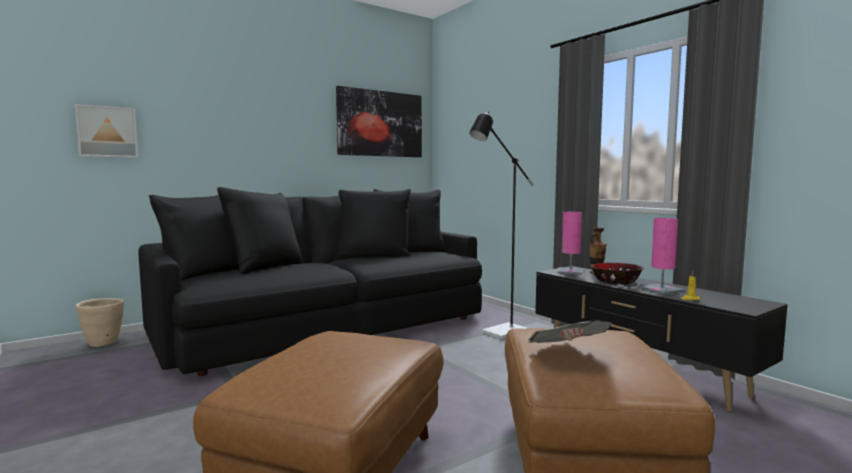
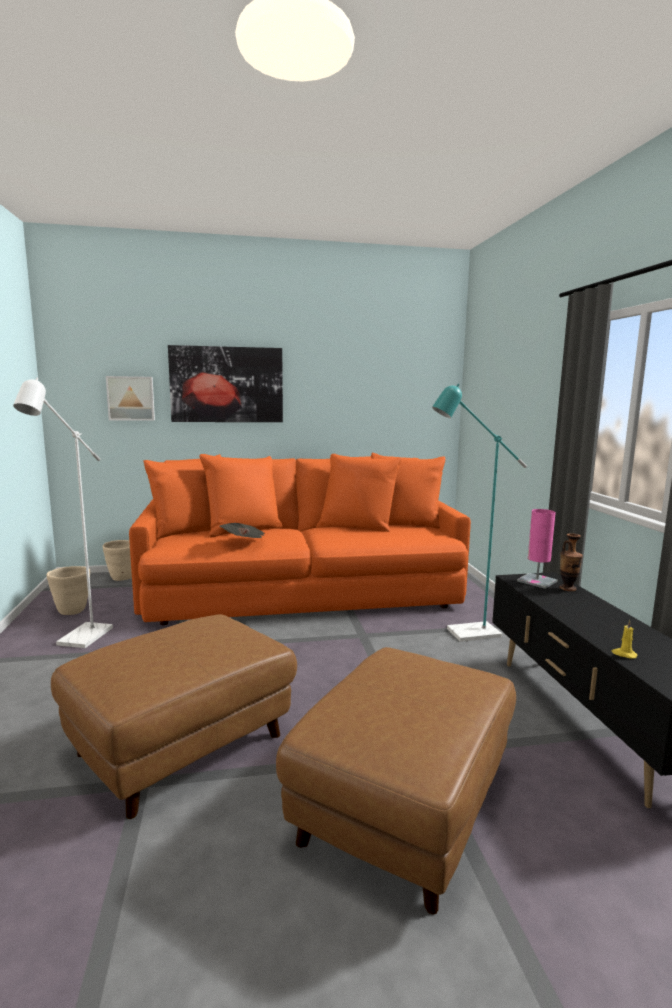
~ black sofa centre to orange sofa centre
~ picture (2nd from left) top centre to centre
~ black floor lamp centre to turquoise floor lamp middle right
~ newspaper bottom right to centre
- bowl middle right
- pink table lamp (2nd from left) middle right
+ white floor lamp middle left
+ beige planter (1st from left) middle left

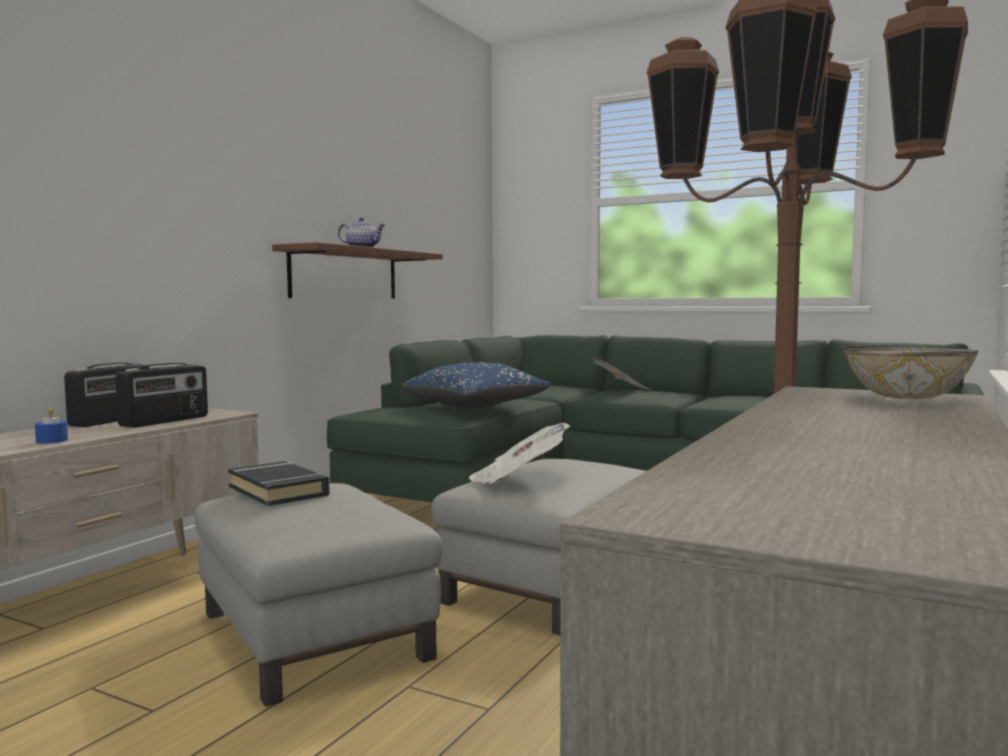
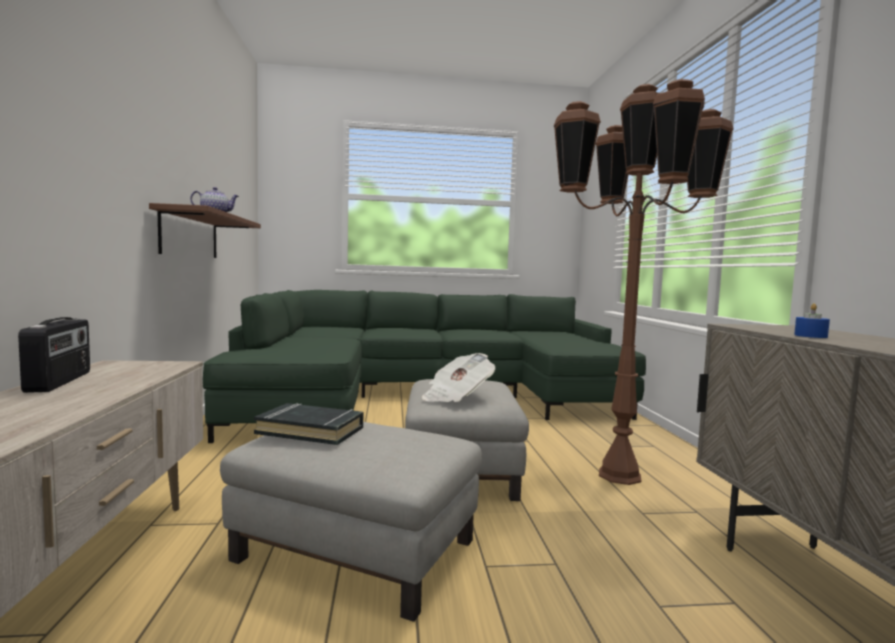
~ blue candle middle left to middle right
- radio (2nd from left) middle left
- blue pillow centre
- newspaper (2nd from left) centre
- bowl middle right

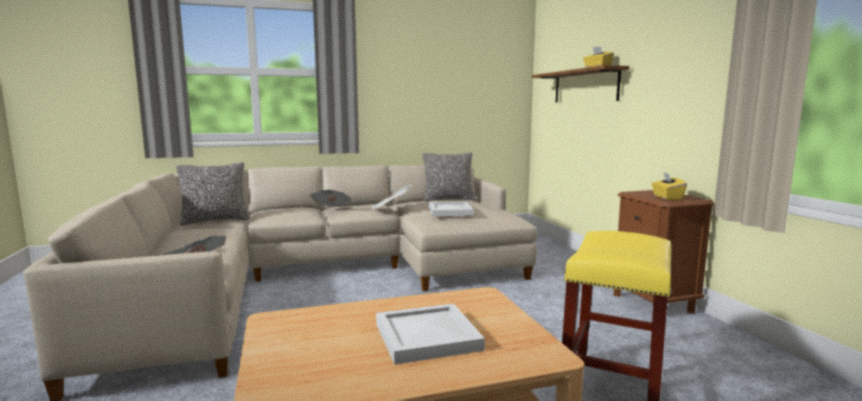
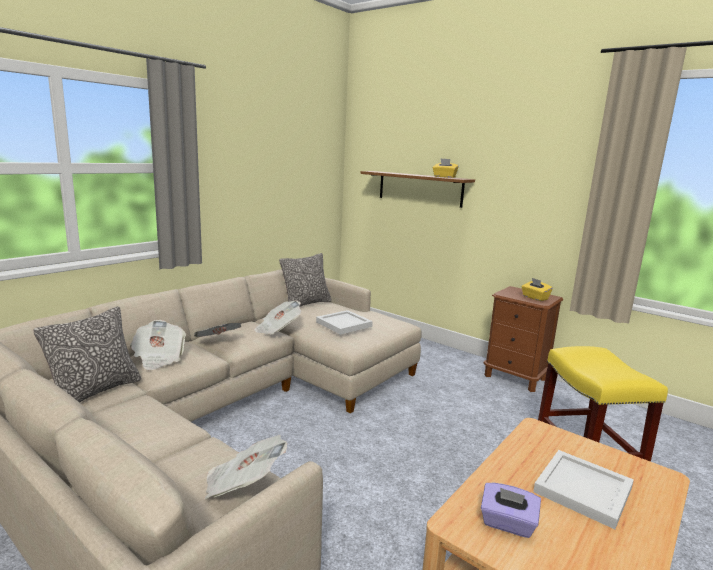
+ newspaper (1st from left) middle left
+ purple tissue box bottom right

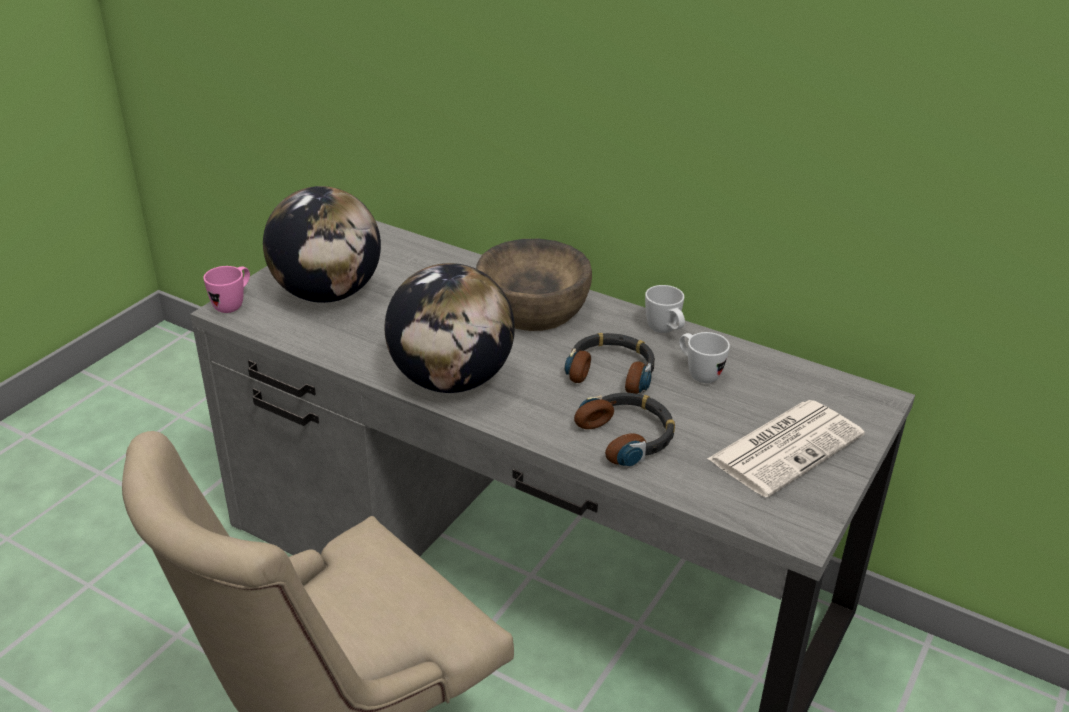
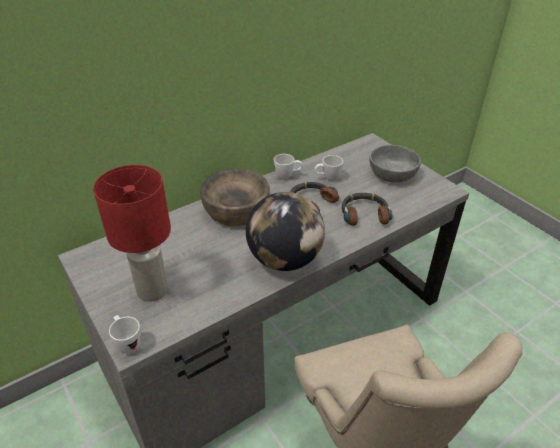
~ pink mug middle left to white mug (1st from left) bottom left
~ globe (1st from left) middle left to red table lamp middle left
~ newspaper middle right to grey bowl middle right

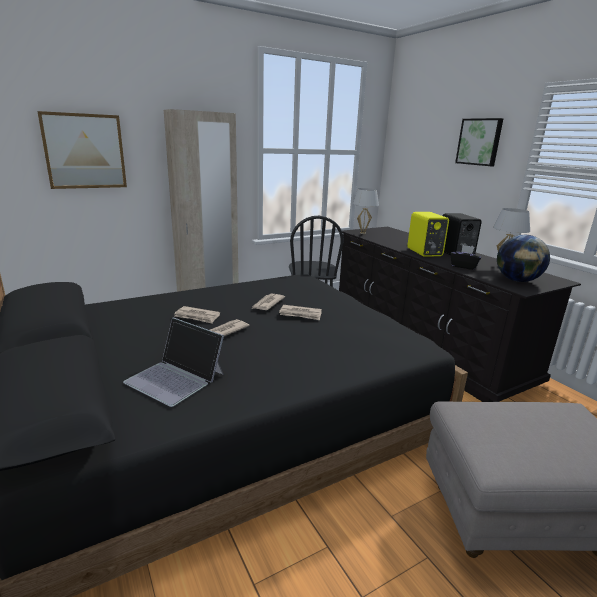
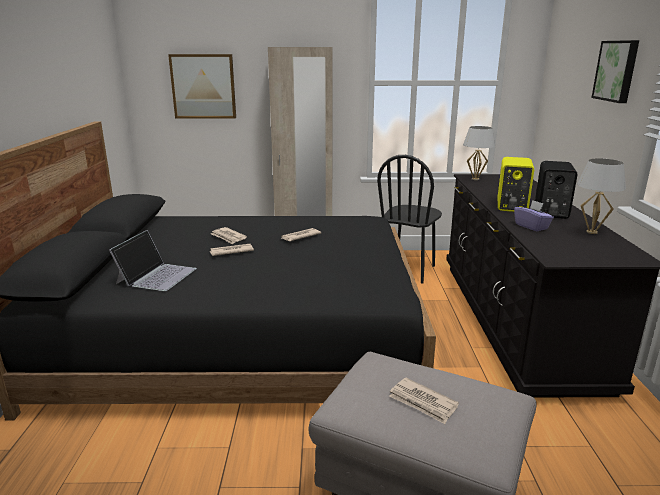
~ laptop middle left = middle left 135 degrees counterclockwise
~ newspaper (4th from left) centre to bottom centre
~ black tissue box middle right to purple tissue box middle right
- globe middle right

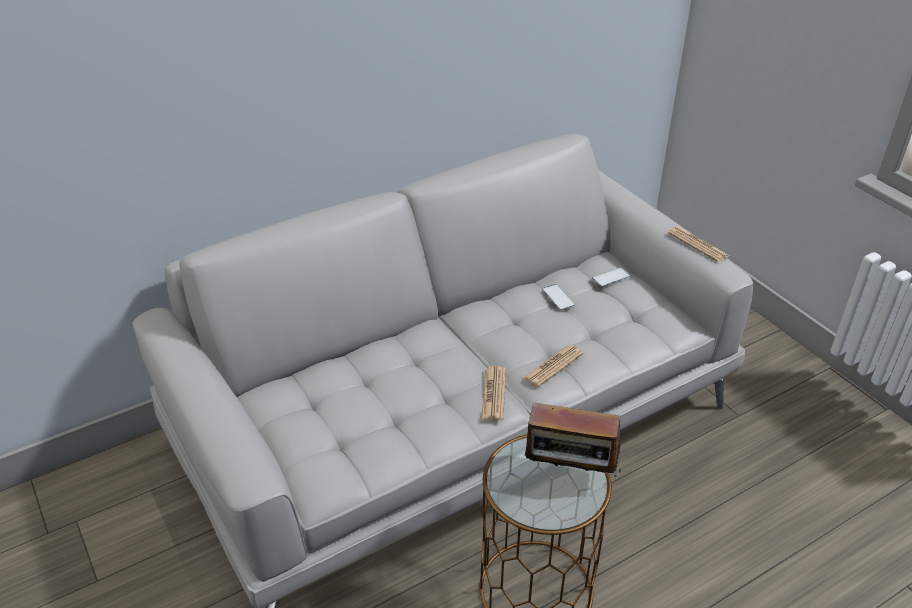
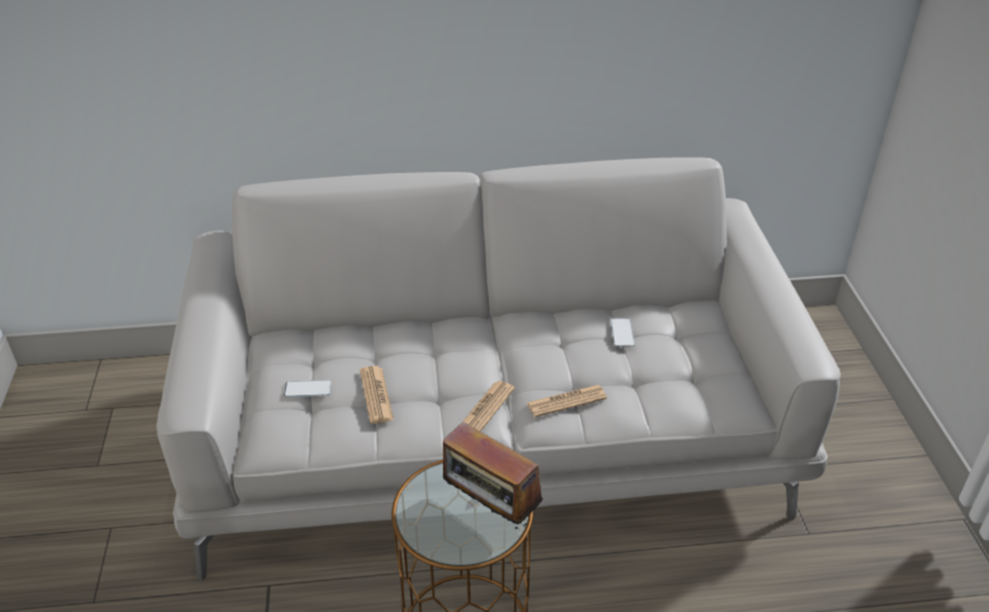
~ phone (2nd from left in the first image) middle right to phone (1st from left) middle left
~ newspaper (3rd from left in the first image) middle right to newspaper (1st from left) centre

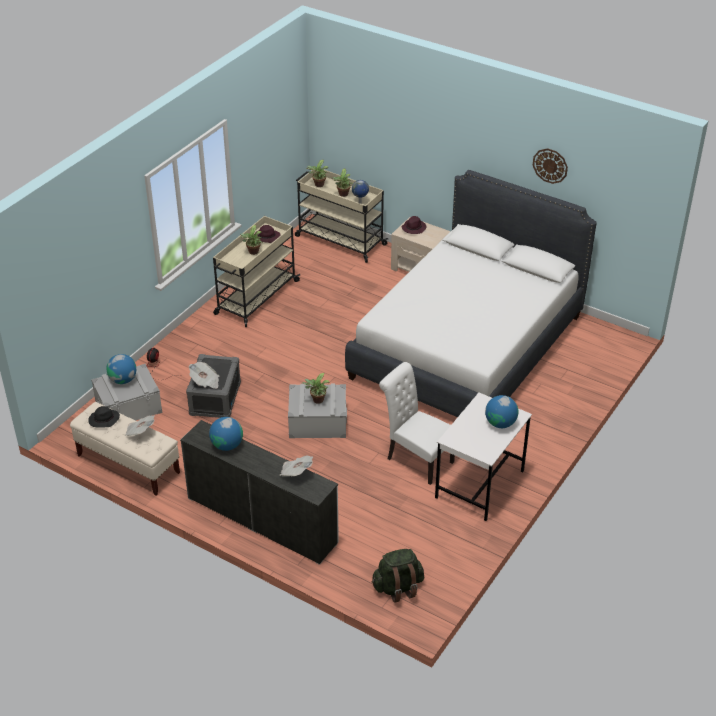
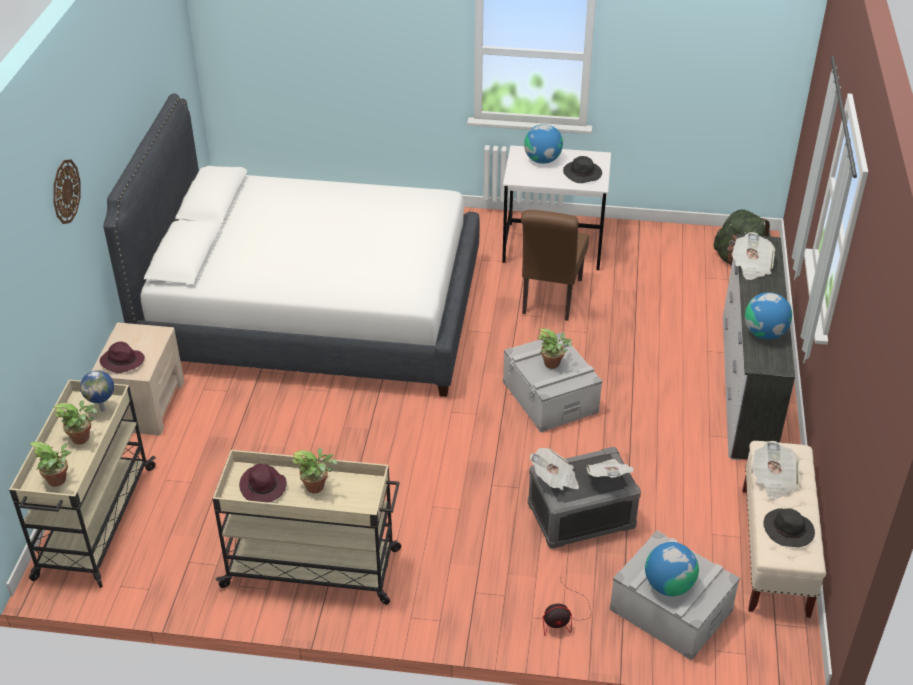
~ white chair centre to brown chair centre
~ wall clock top right to top left
+ newspaper (1st from left) bottom centre
+ black hat (1st from left) top centre

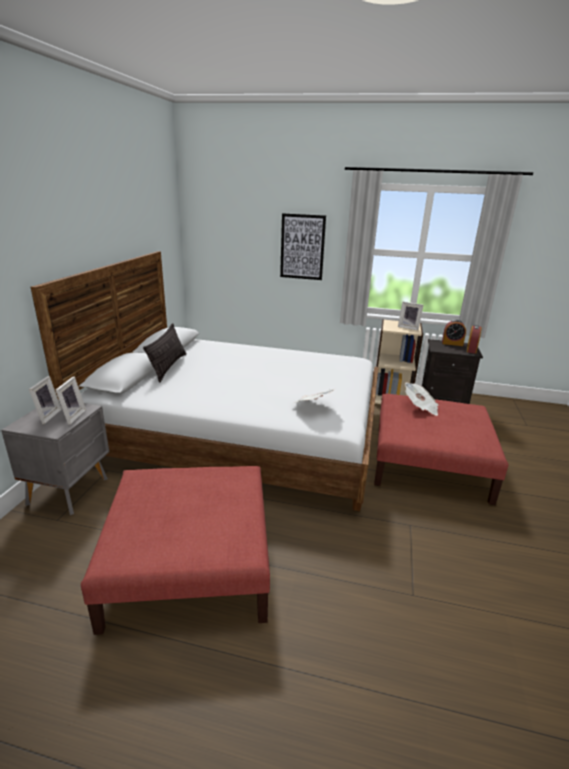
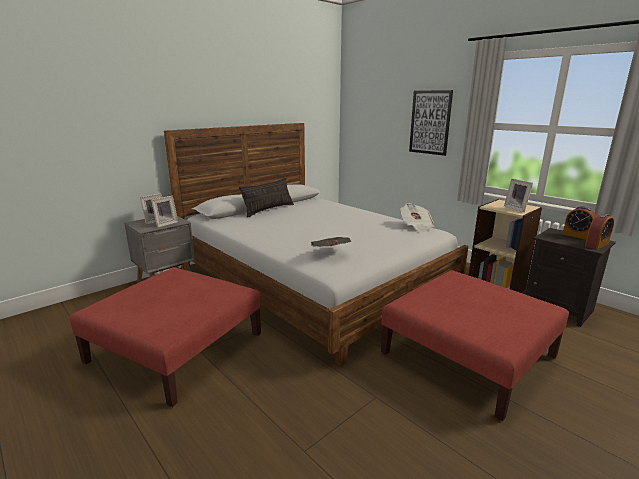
~ newspaper (2nd from left) middle right to centre

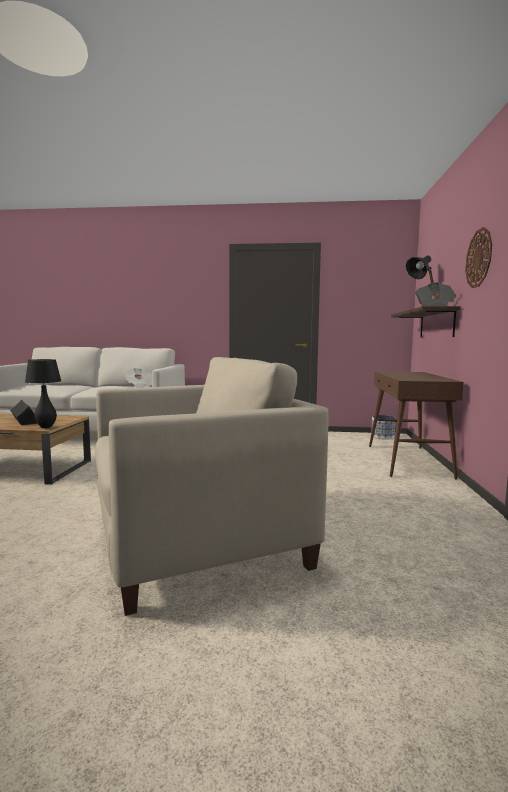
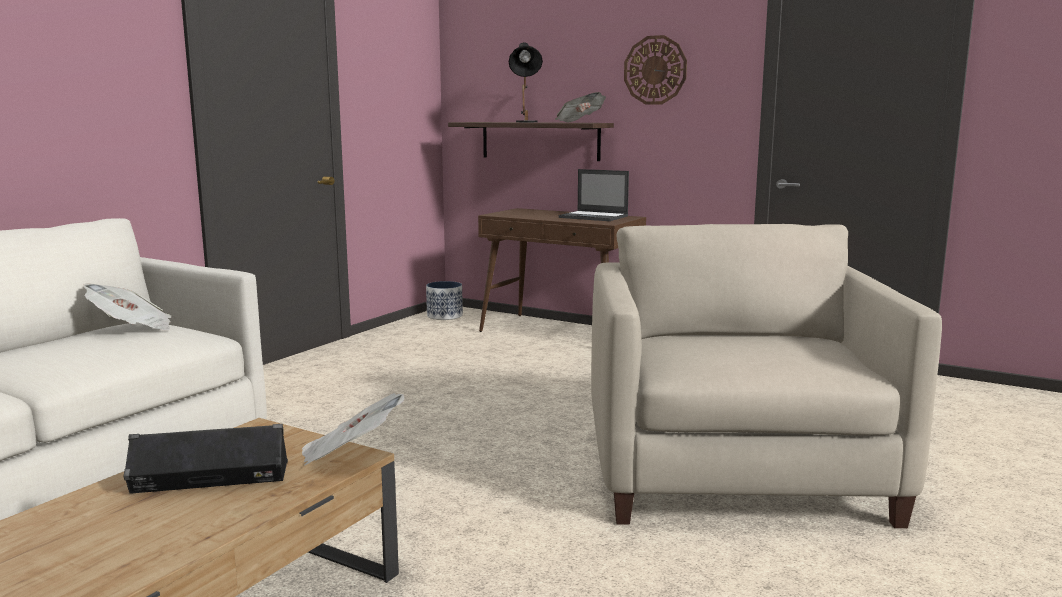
~ black table lamp (1st from left) middle left to newspaper (2nd from left) bottom left
+ laptop top centre

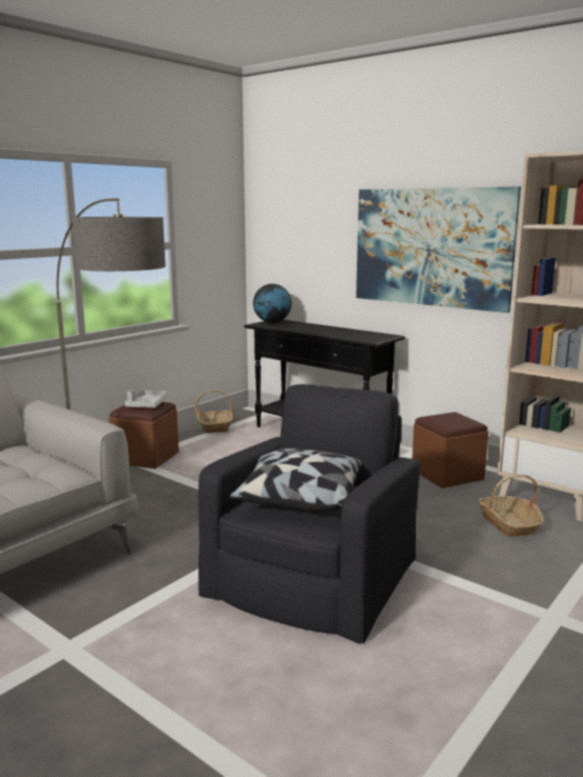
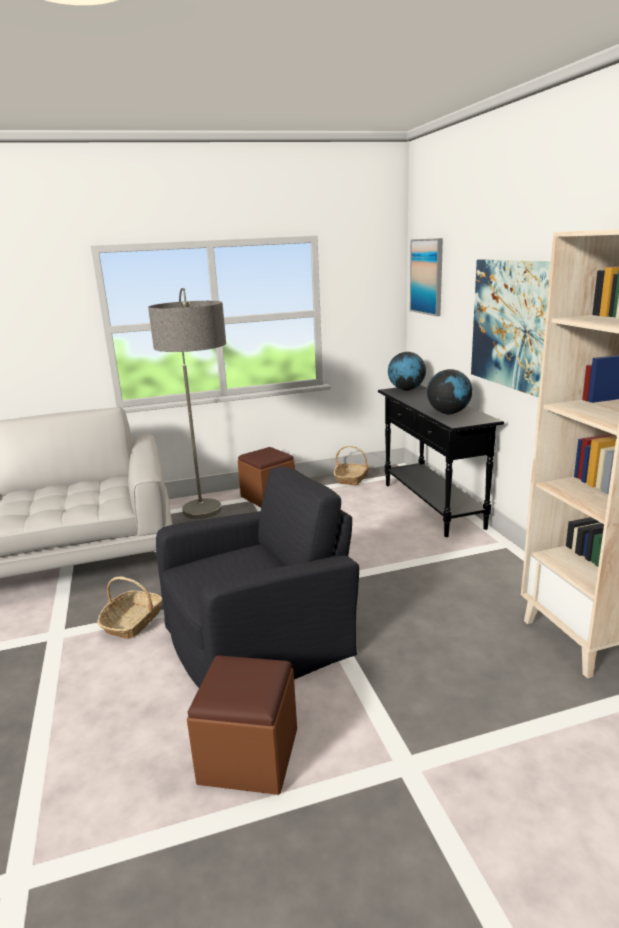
- grey tray middle left
- pillow centre
~ brown ottoman (2nd from left in the first image) middle right to brown ottoman (1st from left) bottom centre
~ basket (2nd from left in the first image) middle right to basket (1st from left) middle left
+ picture (1st from left) top right
+ globe (2nd from left) middle right

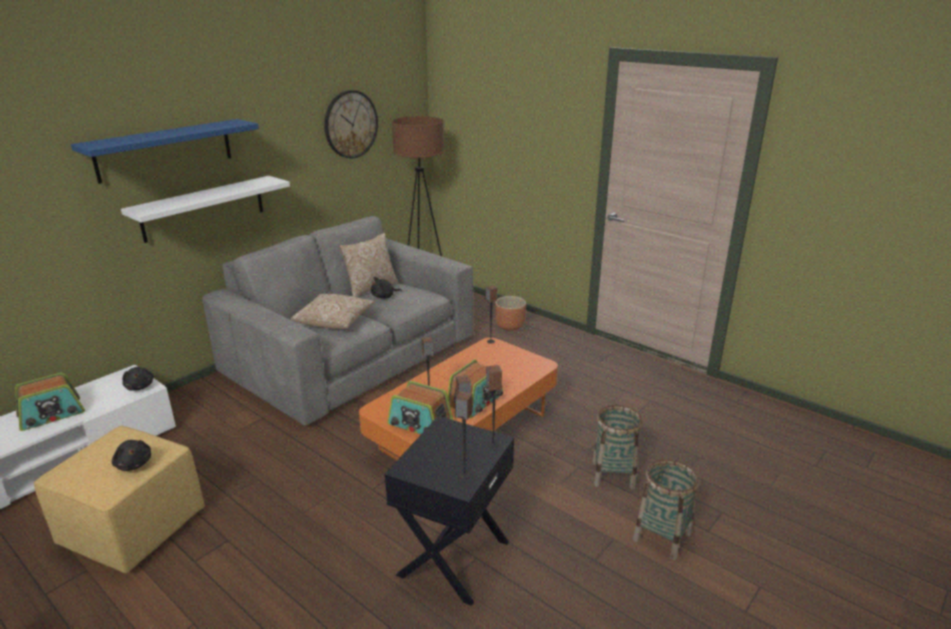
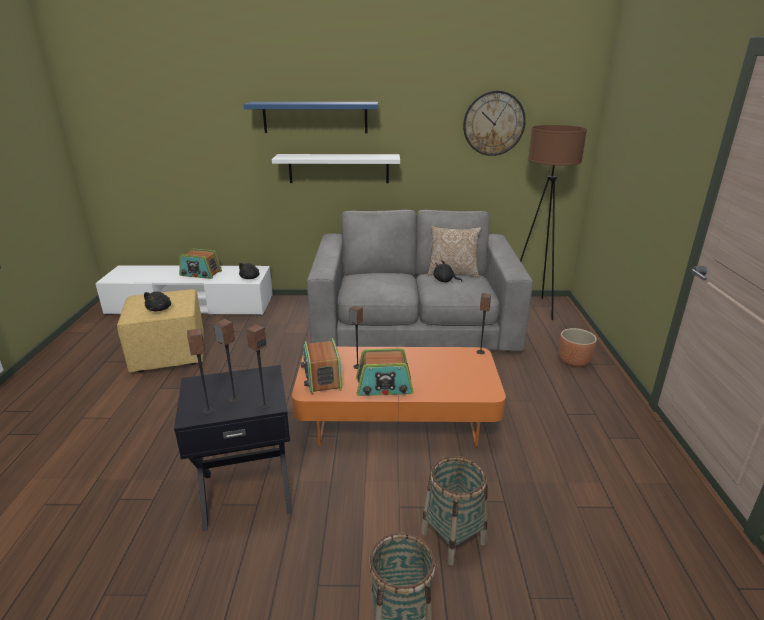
- pillow (1st from left) centre

